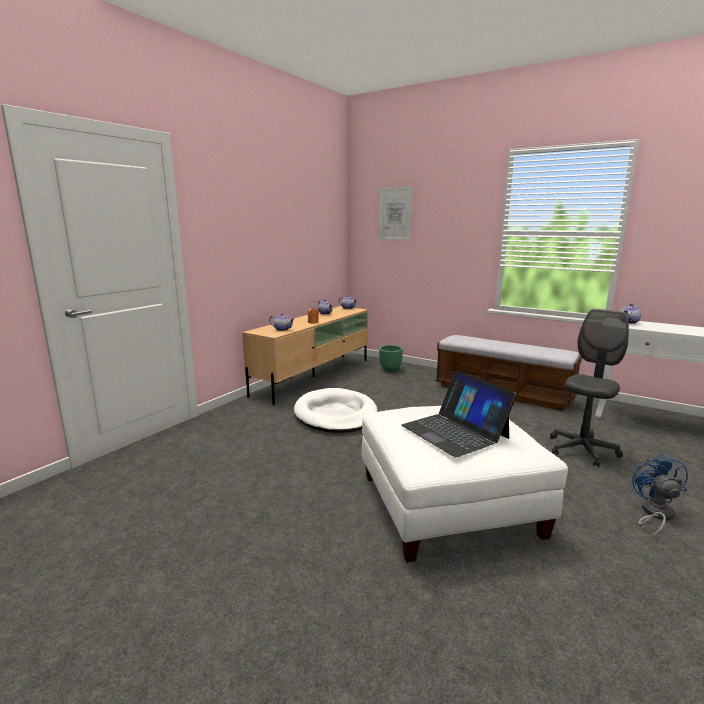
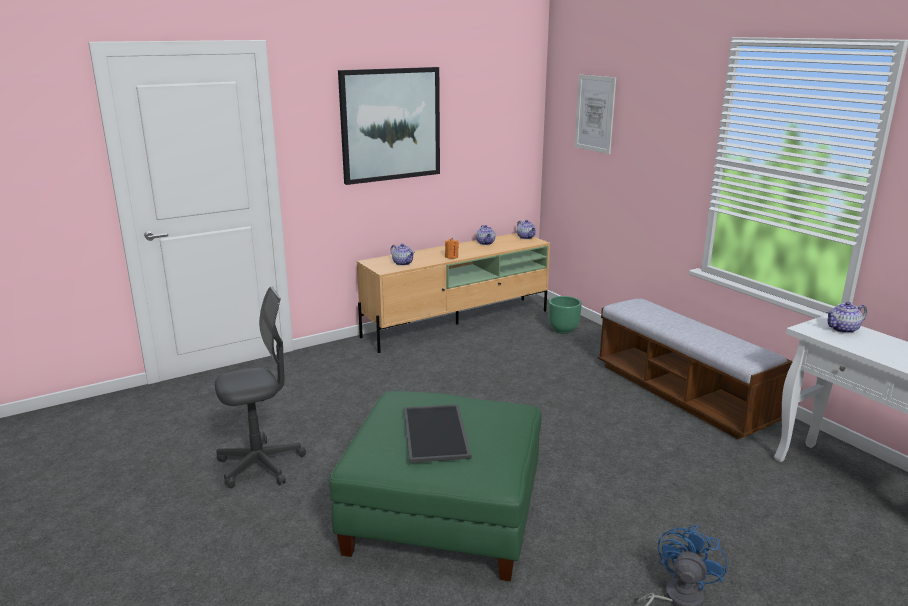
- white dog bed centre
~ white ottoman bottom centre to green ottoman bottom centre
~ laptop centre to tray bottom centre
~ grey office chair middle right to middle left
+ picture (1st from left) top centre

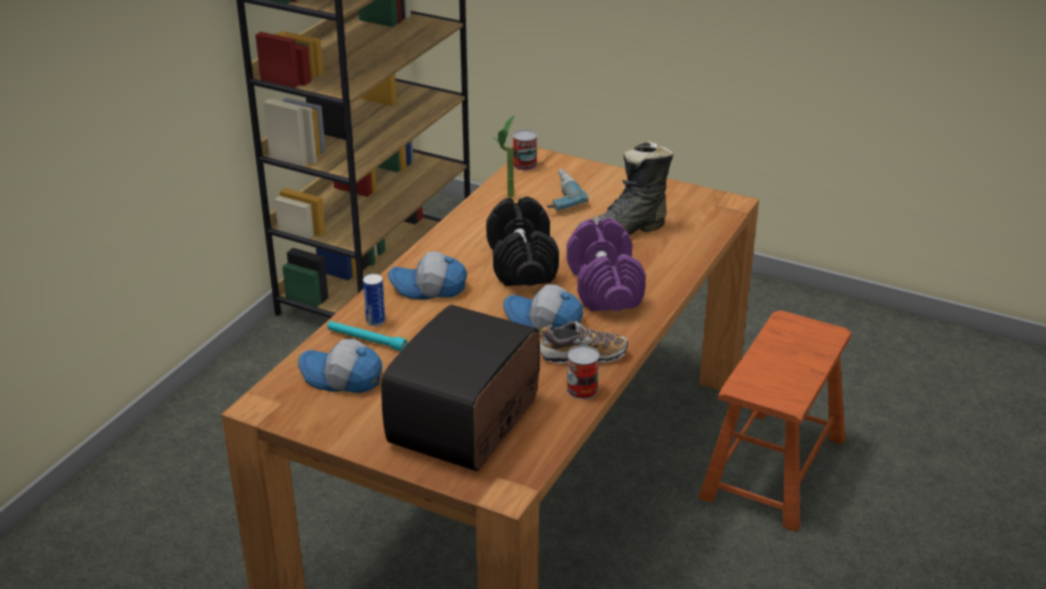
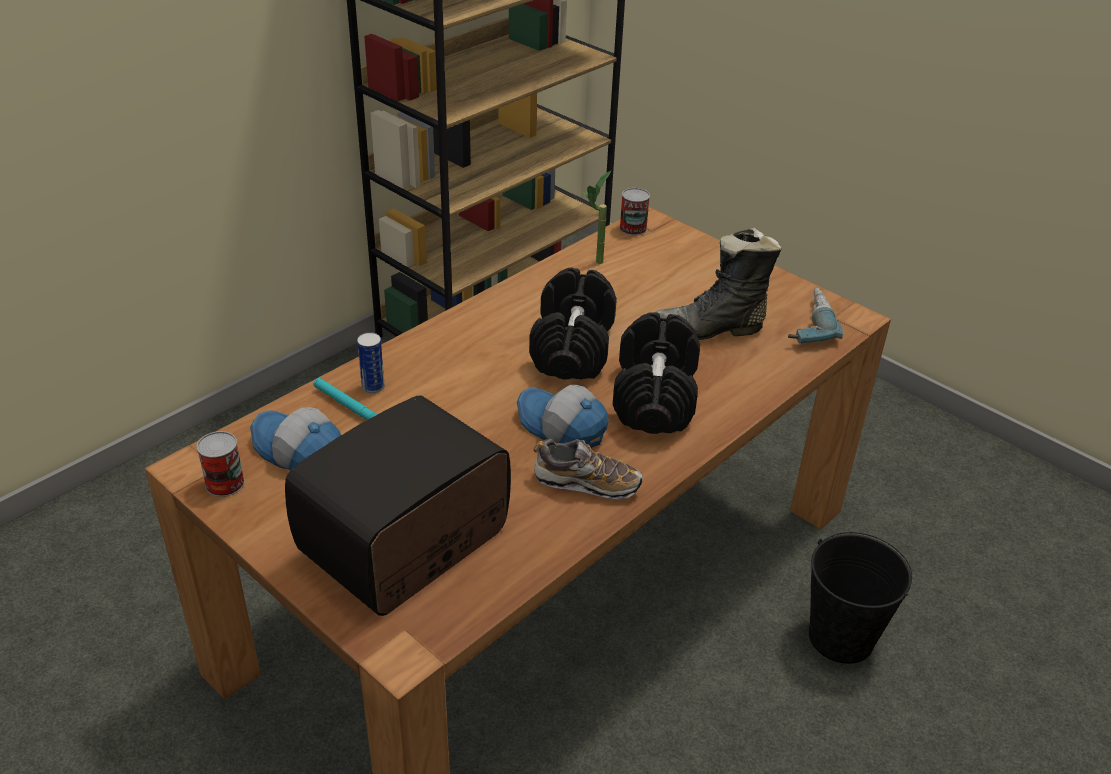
- cap (2nd from left) centre
~ power drill top centre to middle right
~ purple dumbbell centre to black dumbbell (2nd from left) centre
~ can (3rd from left in the first image) centre to can (1st from left) middle left
~ brown stool bottom right to black bucket bottom right

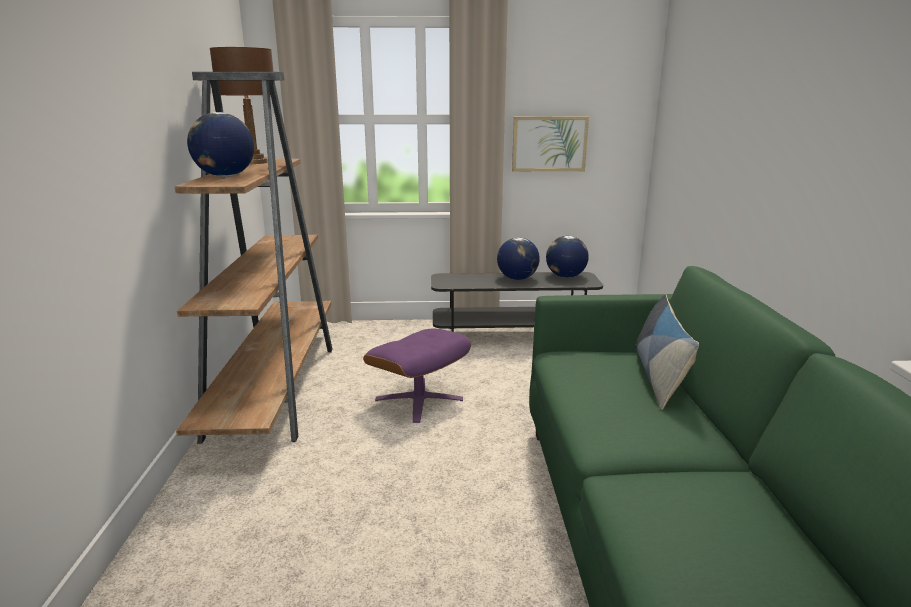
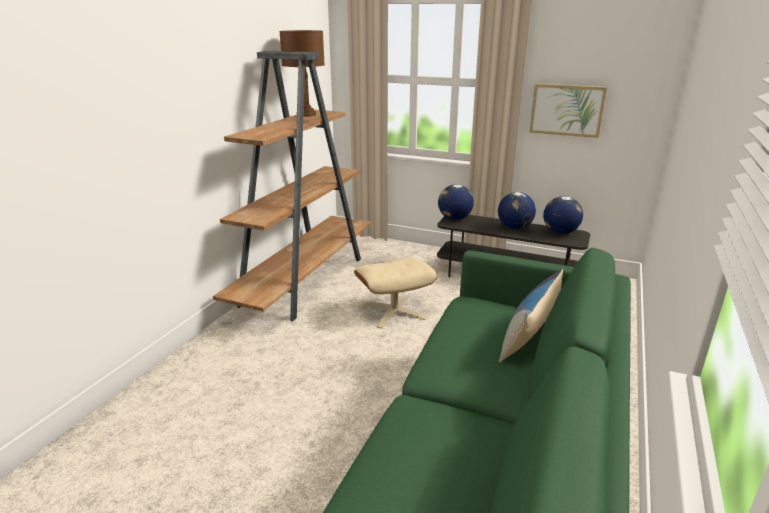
~ globe (1st from left) top left to centre
~ purple ottoman centre to beige ottoman centre

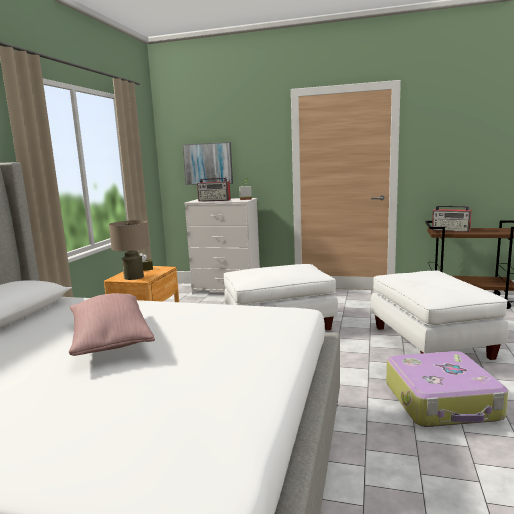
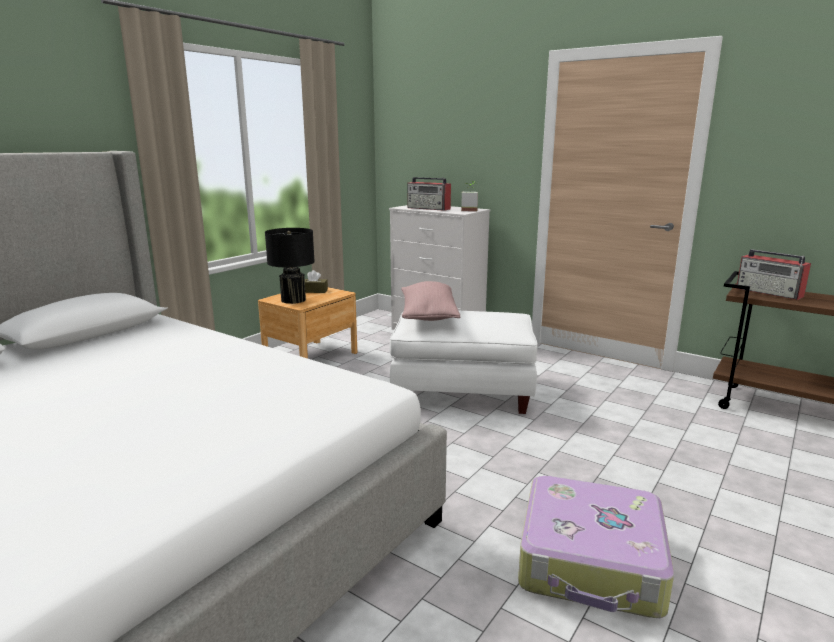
~ pink pillow middle left to centre
~ beige table lamp middle left to black table lamp centre
- picture top centre
- white ottoman (2nd from left) middle right

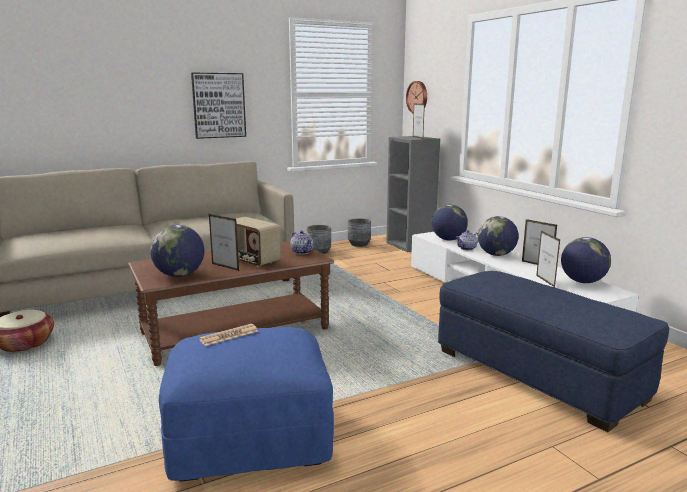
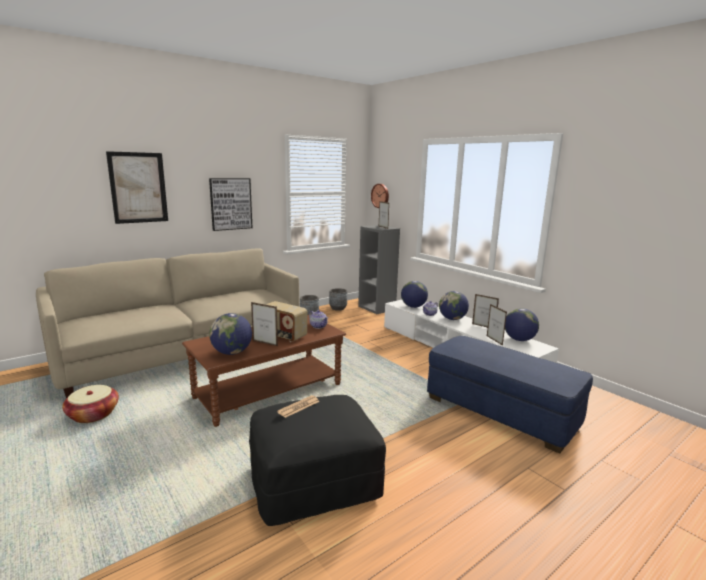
~ blue ottoman (1st from left) bottom centre to black ottoman bottom centre
+ picture (1st from left) top left

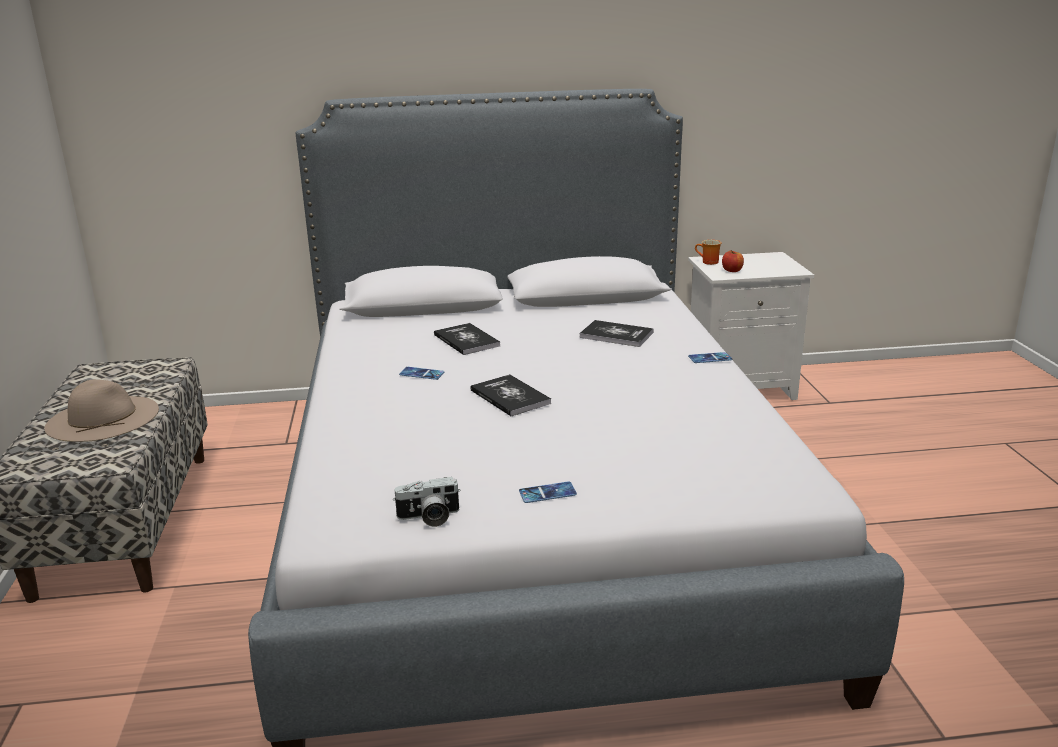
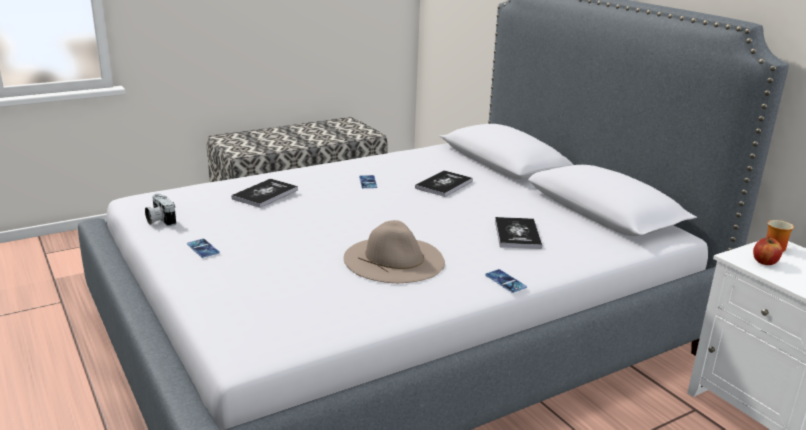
~ beige hat middle left to centre
~ book (2nd from left in the first image) centre to book (1st from left) middle left

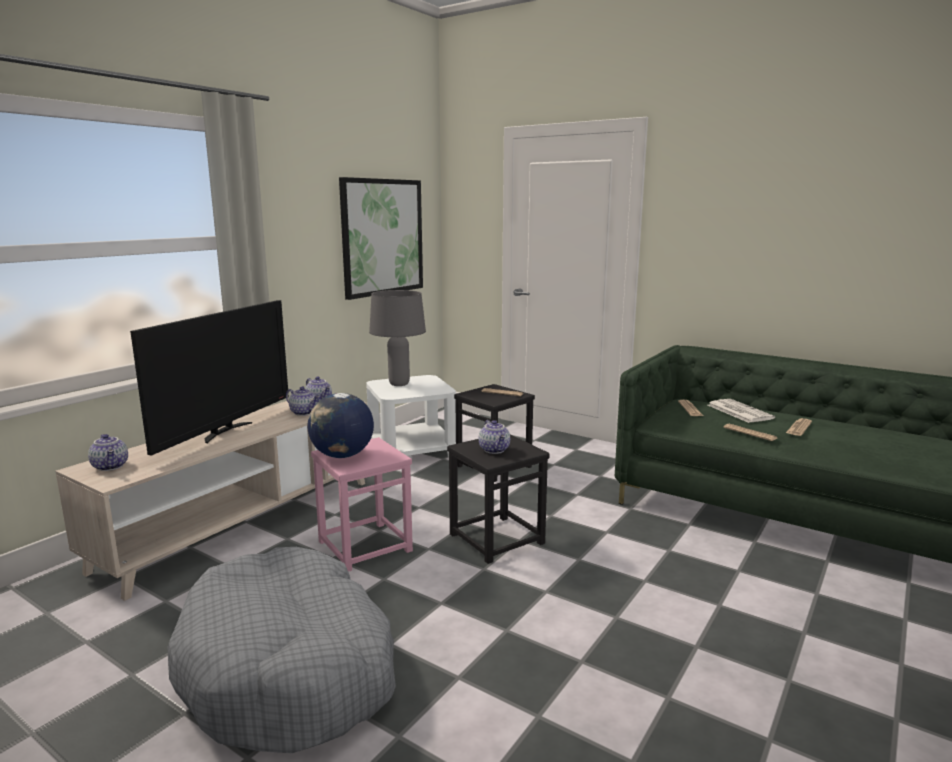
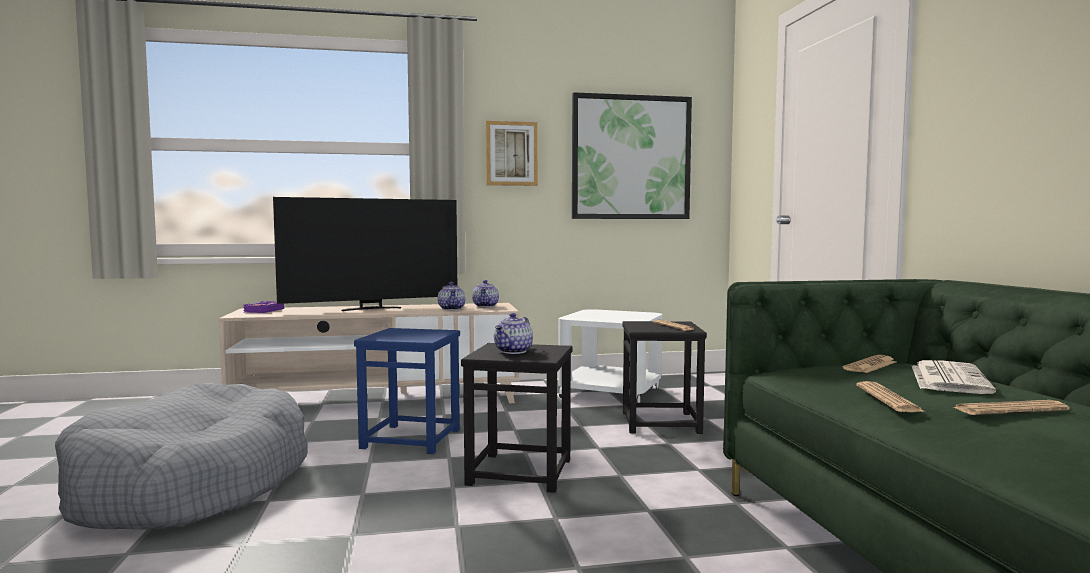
~ teapot (1st from left) middle left to purple book middle left
- globe centre
~ pink stool centre to blue stool bottom centre
- grey table lamp centre
+ picture (1st from left) top centre

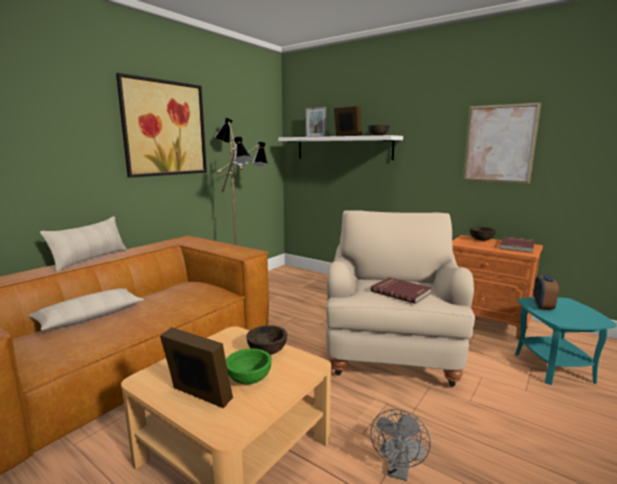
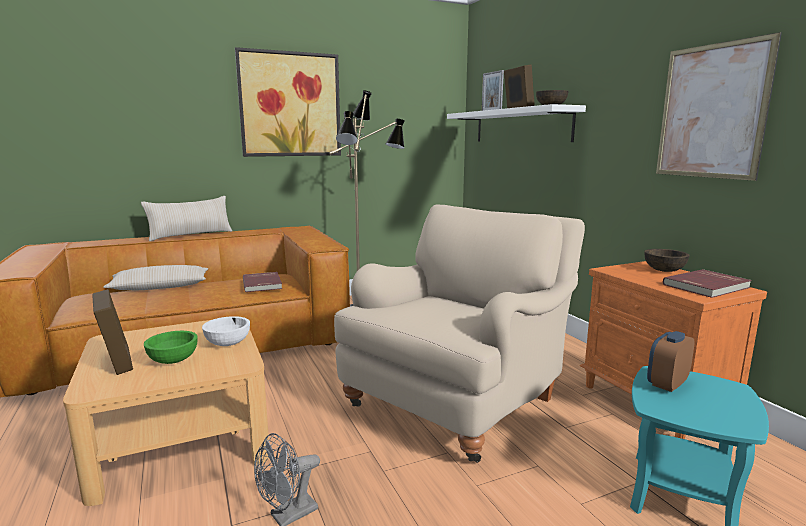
~ brown bowl (1st from left) bottom centre to white bowl middle left
~ red book (1st from left) centre to middle left

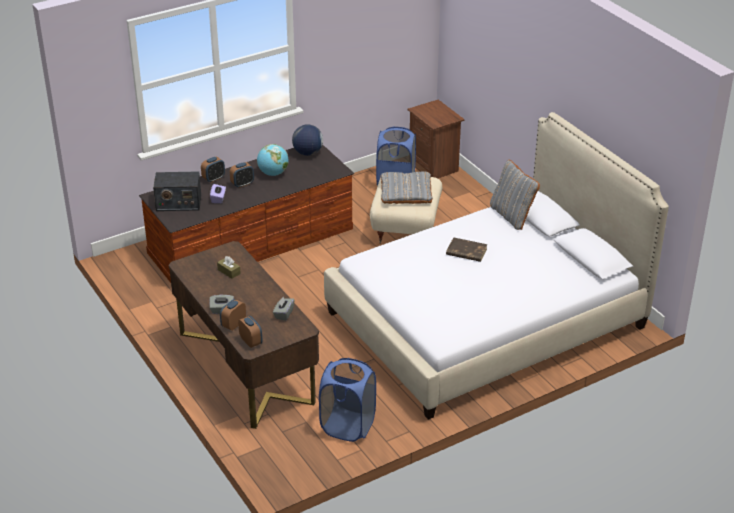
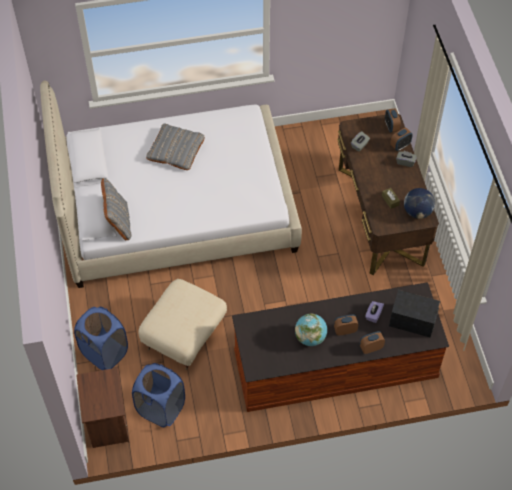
~ globe (2nd from left) top centre to middle right
~ blue laundry basket (1st from left) bottom centre to bottom left
~ grey pillow (1st from left in the first image) centre to grey pillow (2nd from left) top centre
- brown book centre

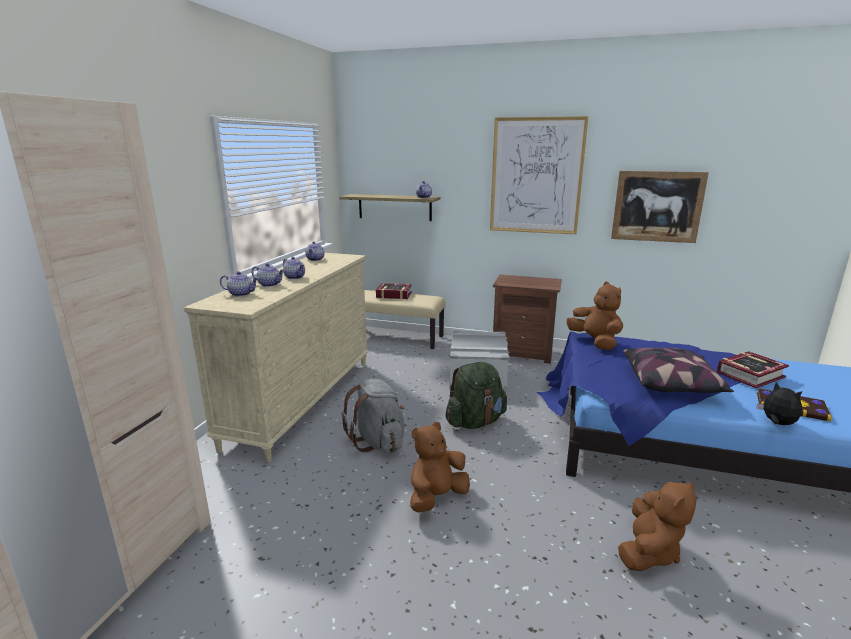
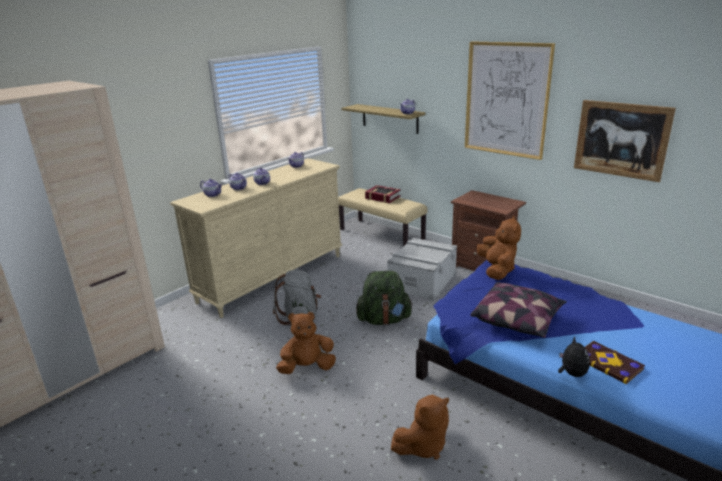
- book (2nd from left) middle right

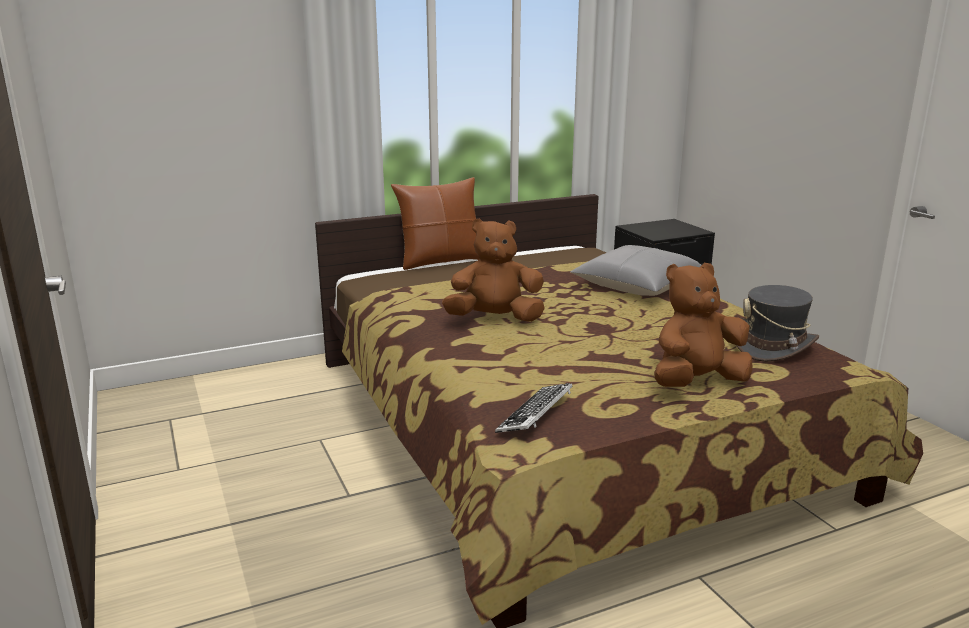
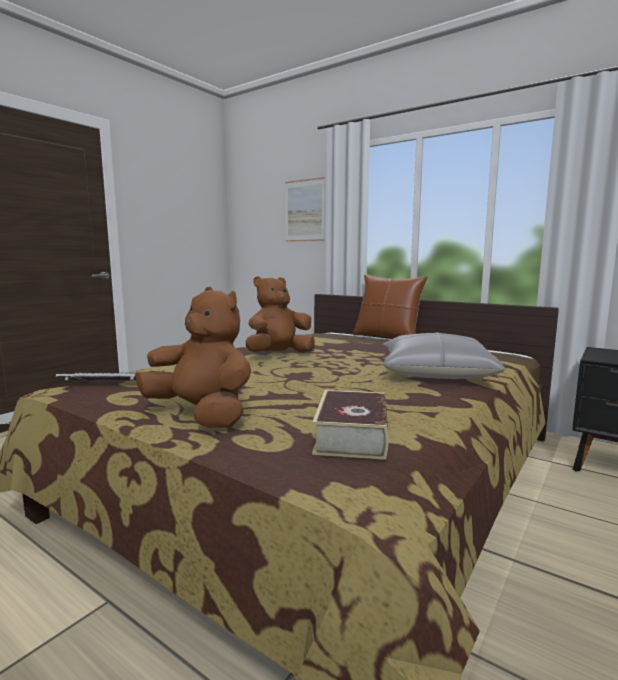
~ brown plush toy (1st from left in the first image) centre = centre 90 degrees counterclockwise
~ grey hat middle right to book centre
+ picture top centre

